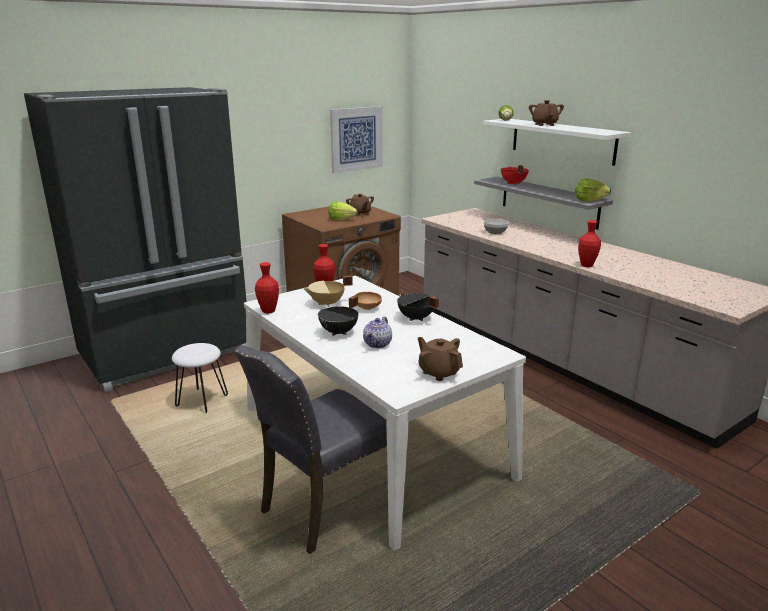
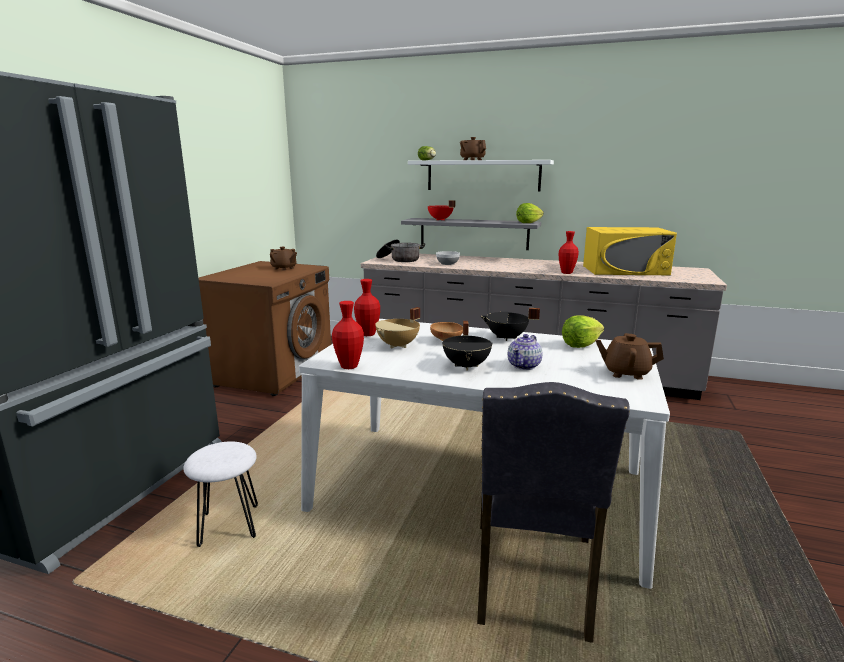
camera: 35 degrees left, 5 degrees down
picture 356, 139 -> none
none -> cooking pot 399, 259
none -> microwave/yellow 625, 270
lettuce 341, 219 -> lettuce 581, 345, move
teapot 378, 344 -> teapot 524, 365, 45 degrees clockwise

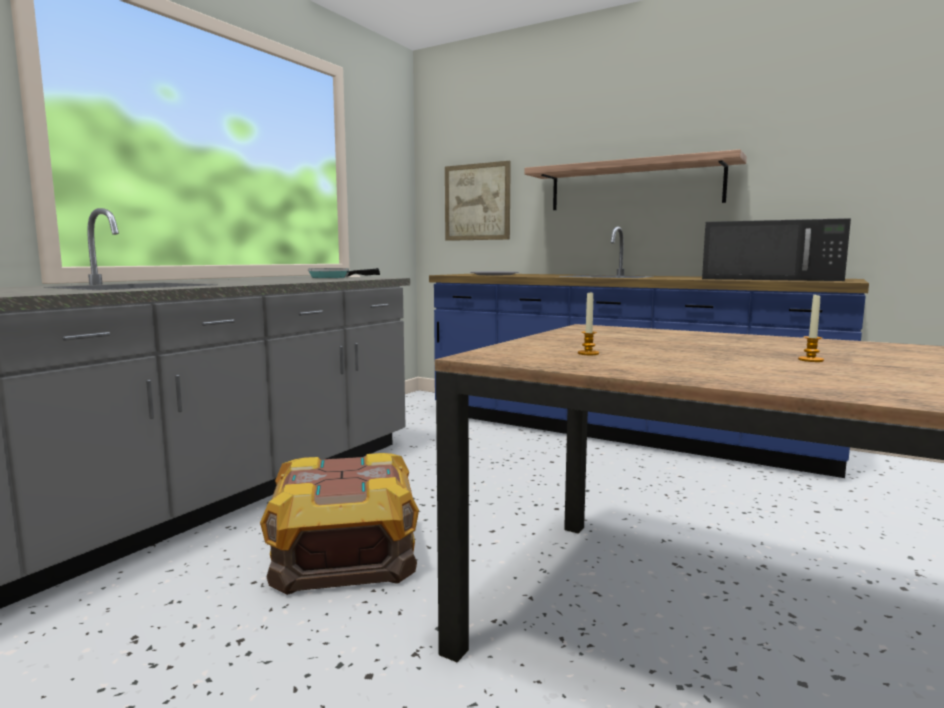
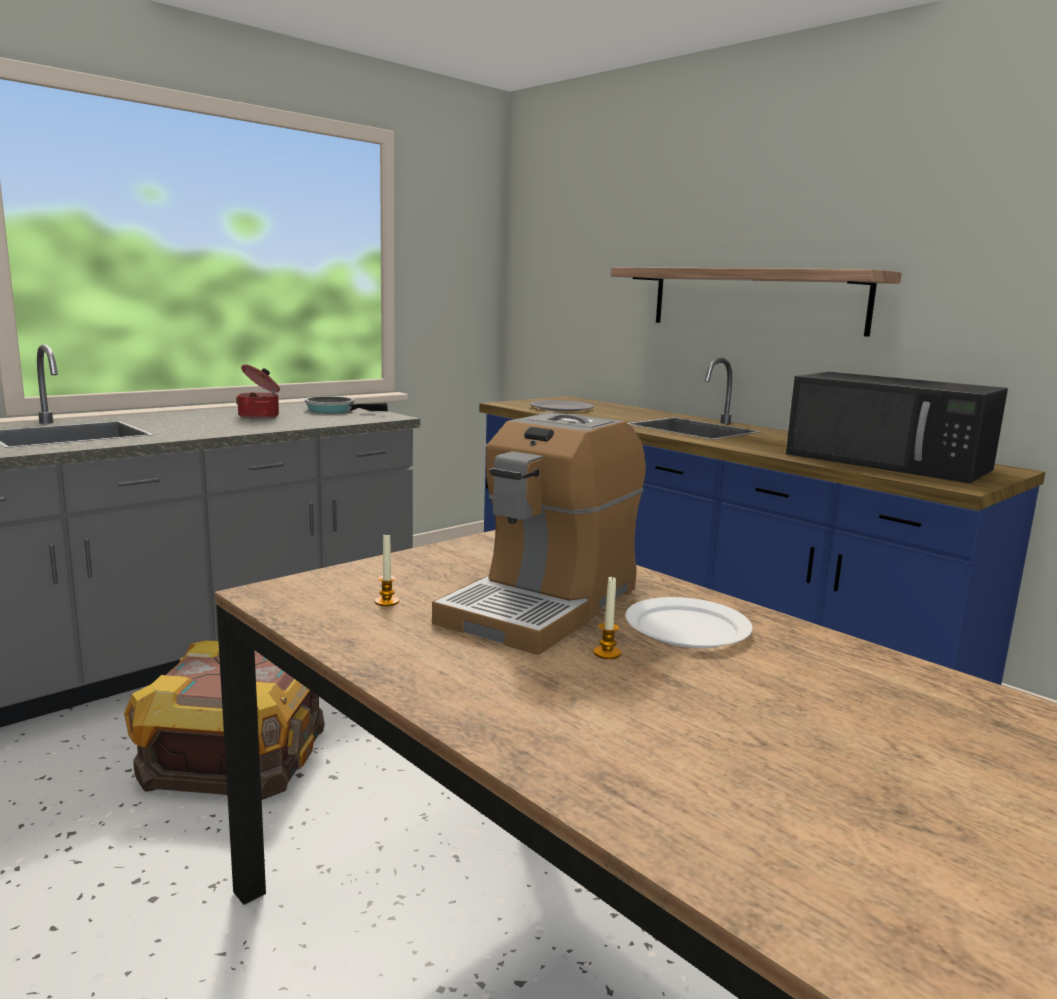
camera: 15 degrees right, 5 degrees up
picture 477, 202 -> none
none -> cooking pot 260, 416
none -> coffee machine 543, 604
none -> plate/white 687, 628

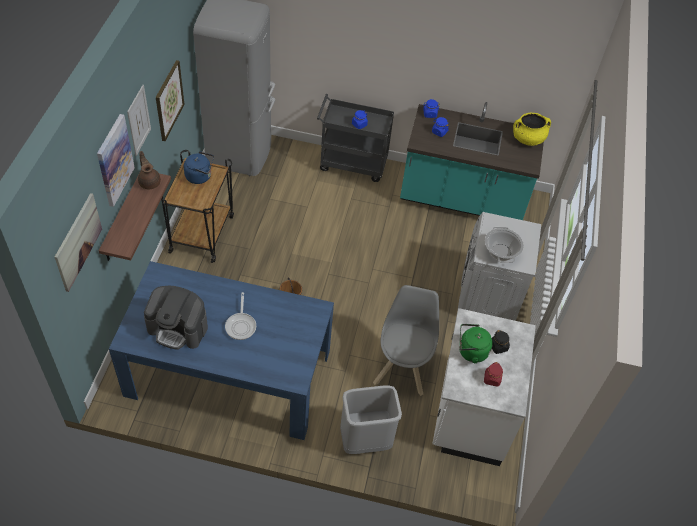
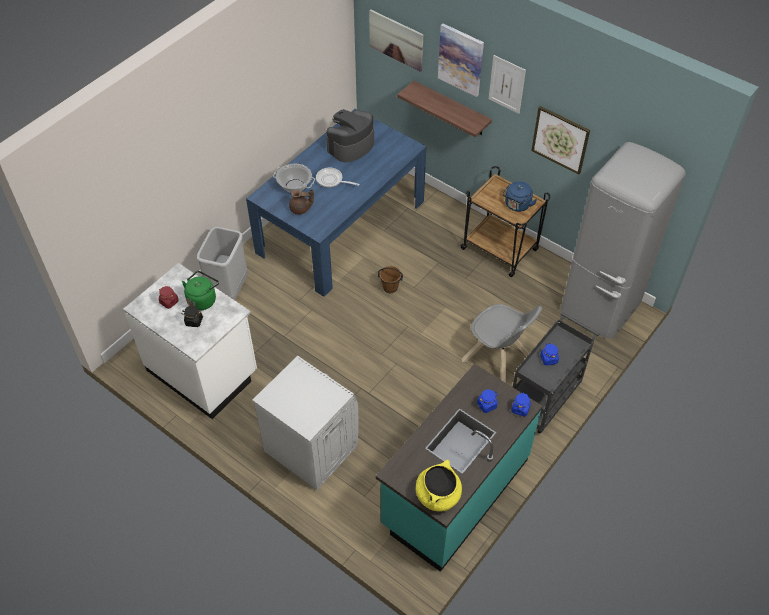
camera: 120 degrees right, 0 degrees up
teapot/brown 149, 182 -> teapot/brown 301, 209, move
chair/grey 403, 365 -> chair/grey 497, 359, move
cooking pot 501, 252 -> cooking pot 294, 186, move

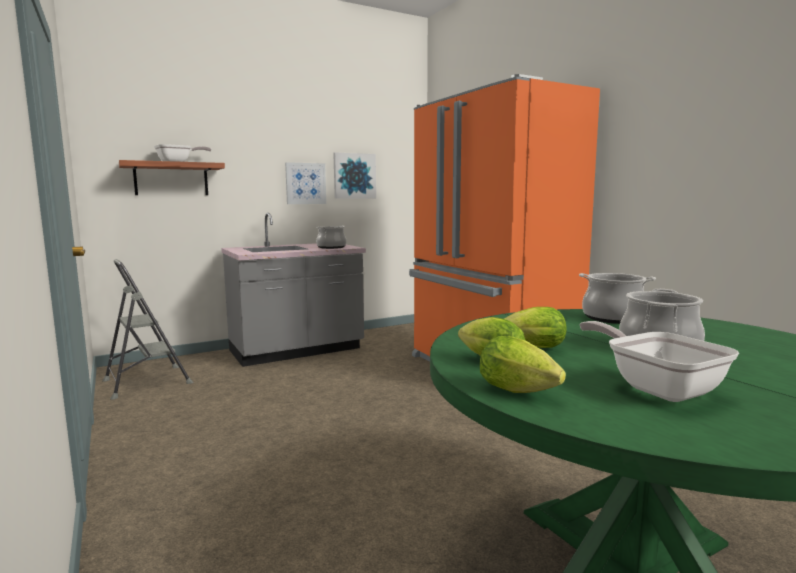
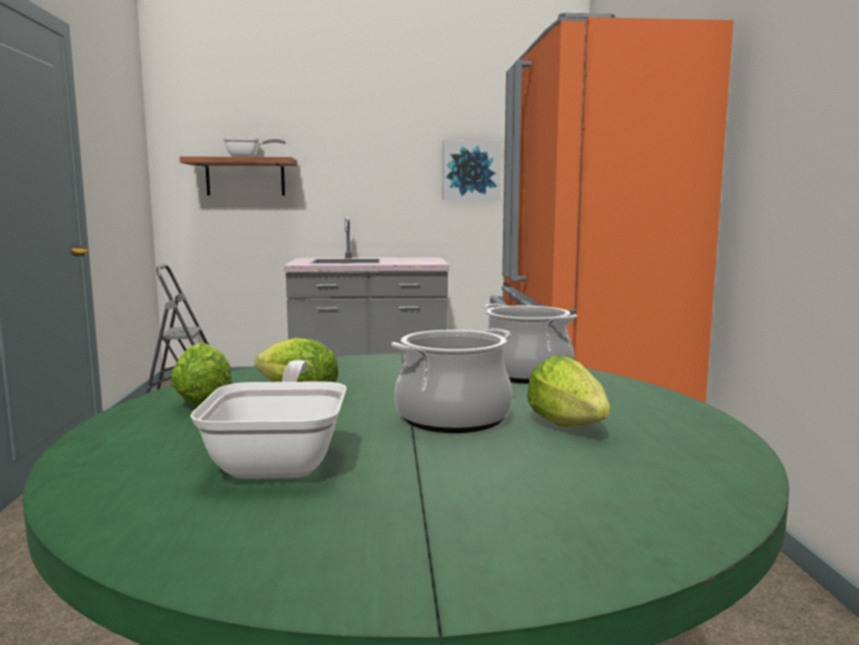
camera: 25 degrees right, 0 degrees up
picture 305, 183 -> none
cooking pot 331, 247 -> none
lettuce 521, 392 -> lettuce 570, 427, move

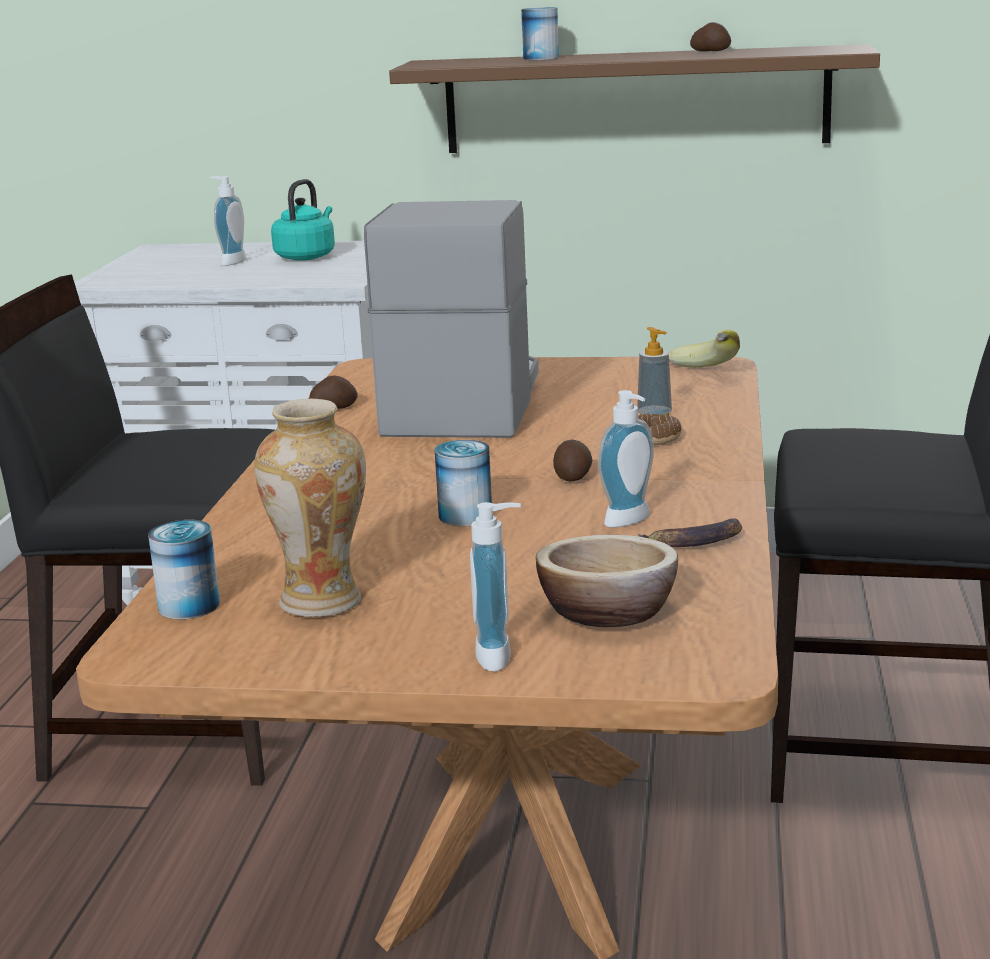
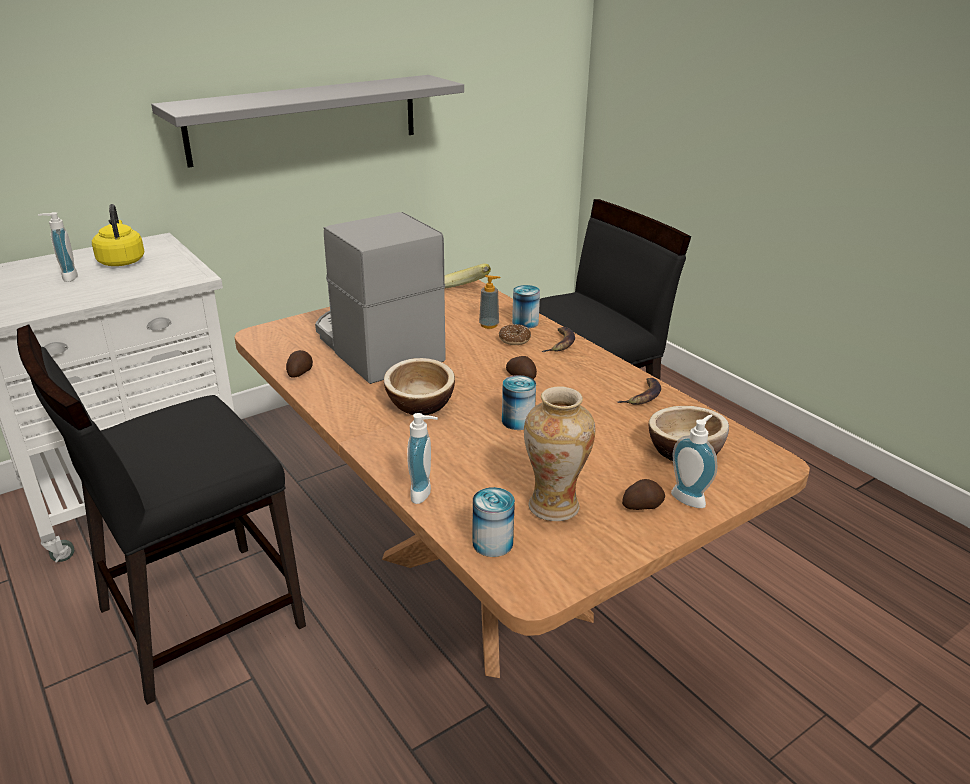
camera: 45 degrees left, 10 degrees up
none -> bowl 420, 404
none -> banana 560, 343
can 541, 58 -> can 525, 322, move
soap dispenser 631, 522 -> soap dispenser 425, 493, move
potato 711, 51 -> potato 641, 505, move
kettle/turquoise 307, 256 -> kettle/yellow 121, 261
shelf/brown 635, 100 -> shelf/grey 305, 119

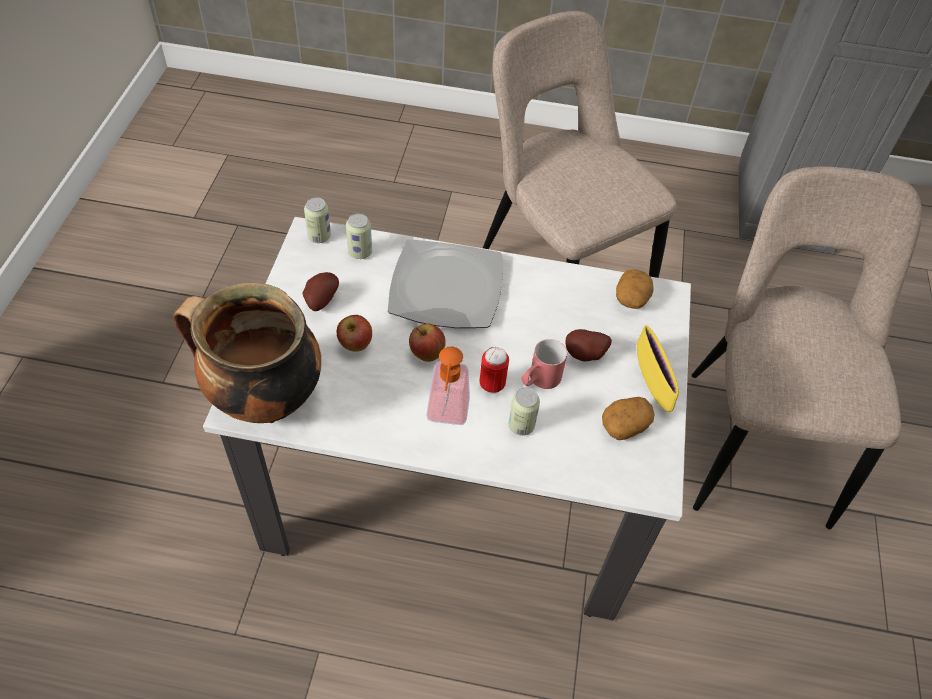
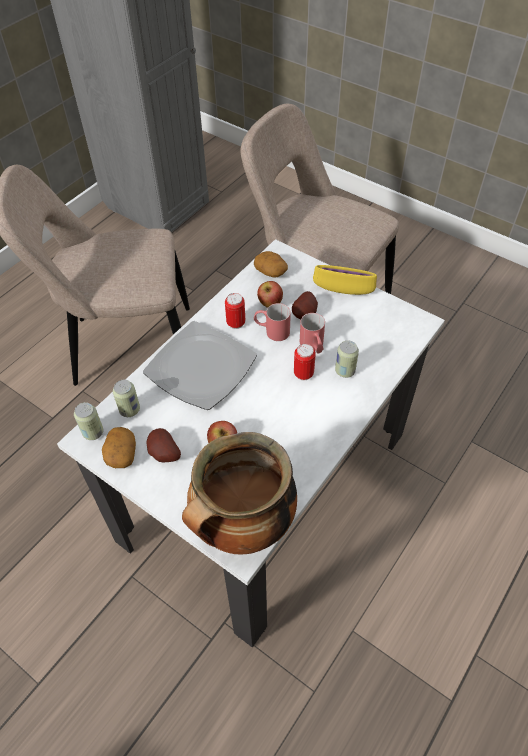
camera: 60 degrees left, 0 degrees up
soap dispenser 447, 416 -> none
none -> can 236, 323
none -> mug/red 271, 331
apple 426, 353 -> apple 270, 304, move
potato 625, 425 -> potato 121, 454, move

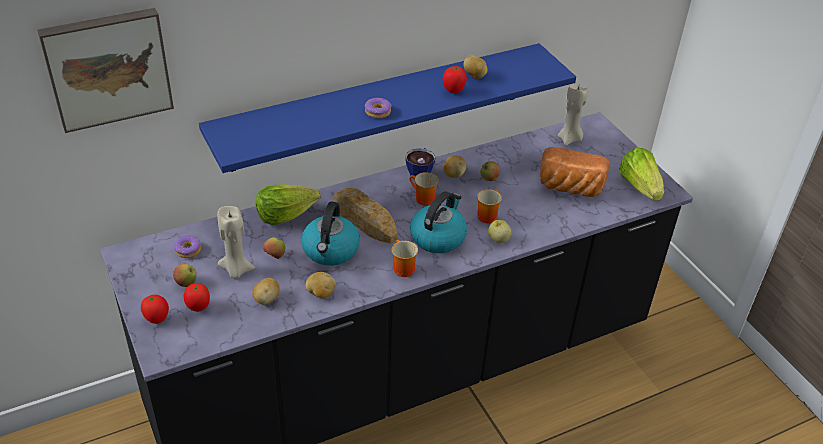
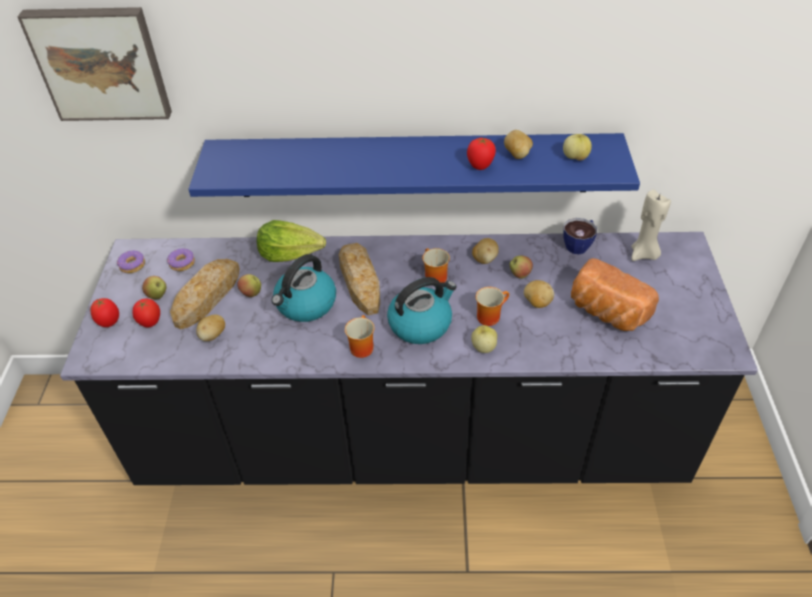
camera: 30 degrees right, 5 degrees up
lettuce 640, 187 -> none
none -> apple 575, 157
potato 320, 293 -> potato 537, 302, move
donut 378, 112 -> donut 132, 265, move
cup 420, 171 -> cup 579, 244, move
candle/beige 236, 270 -> bread 208, 296

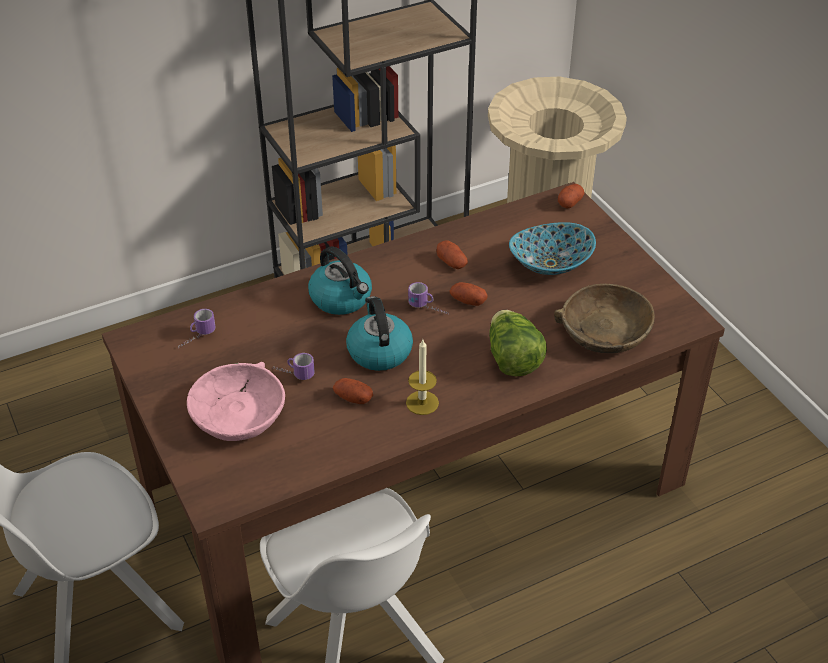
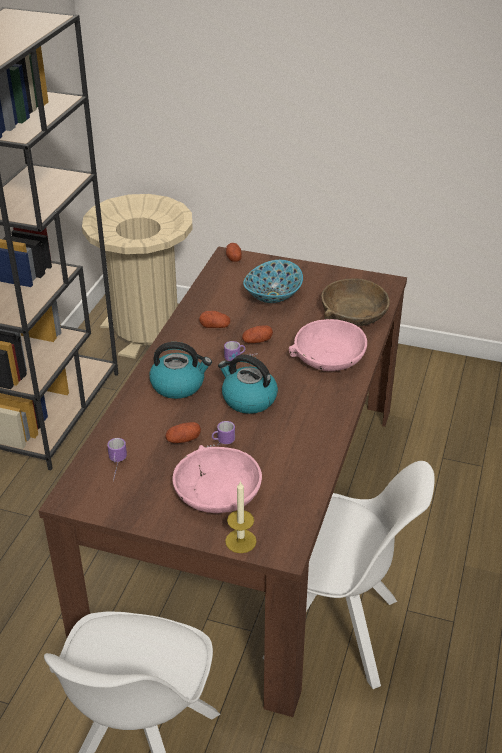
camera: 45 degrees left, 5 degrees down
potato 353, 398 -> potato 183, 439, move
candle 422, 403 -> candle 240, 541, move
lettuce 512, 359 -> bowl/pink 329, 356

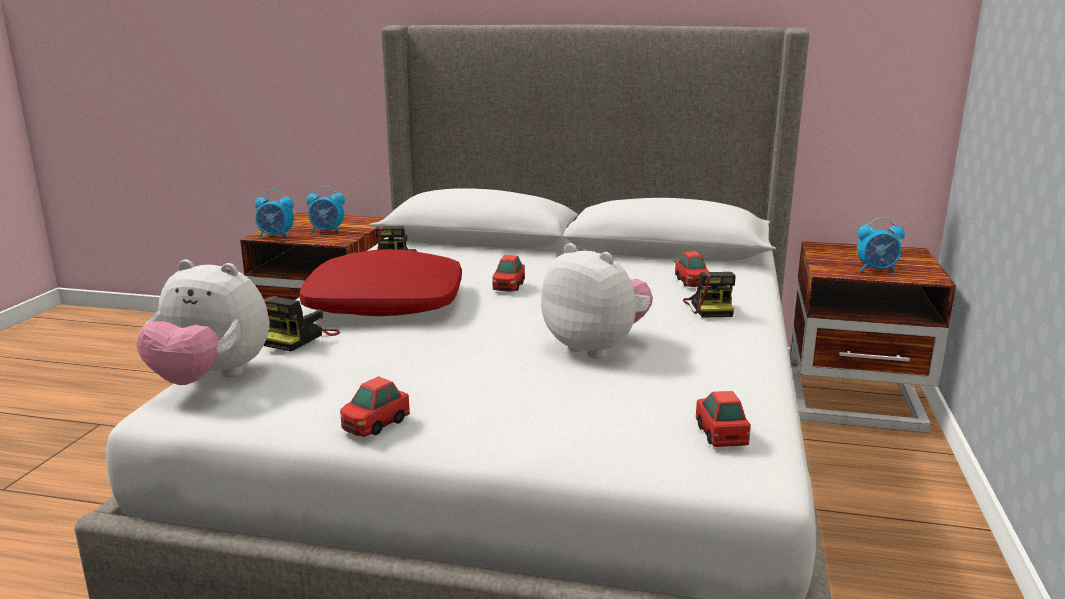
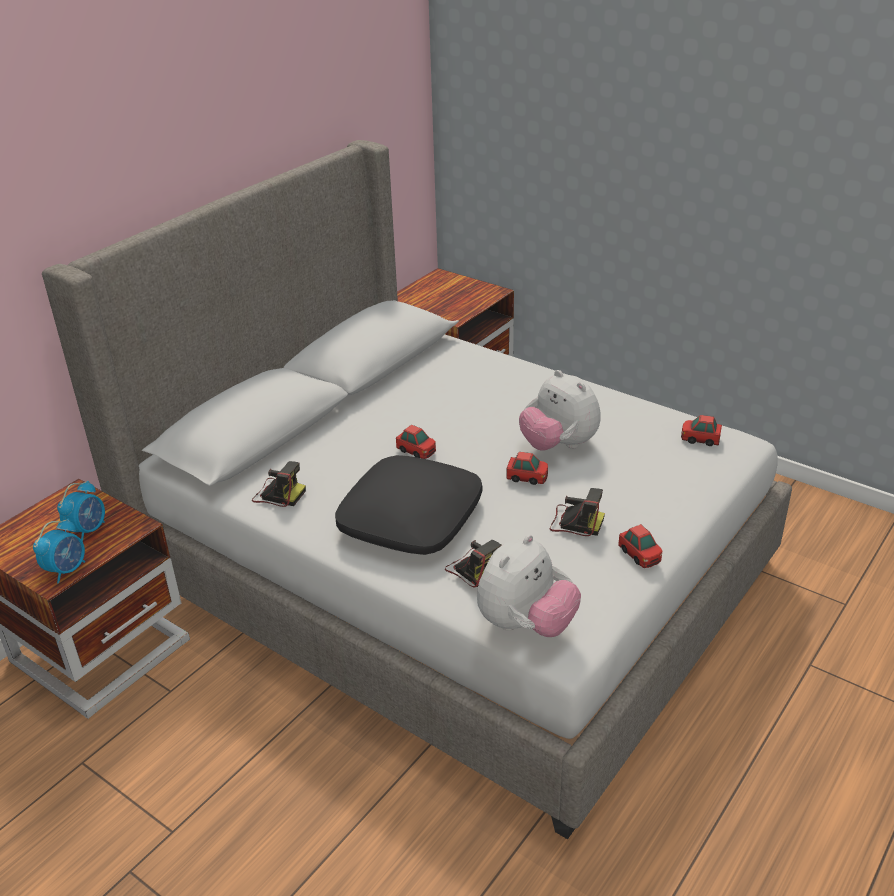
camera: 65 degrees left, 15 degrees up
alarm clock 877, 270 -> none
toy car 692, 282 -> toy car 527, 478, move
photo camera 710, 308 -> photo camera 575, 522, move
pillow/red 385, 304 -> pillow/black 411, 519
plush toy 596, 347 -> plush toy 558, 445, 105 degrees counterclockwise

